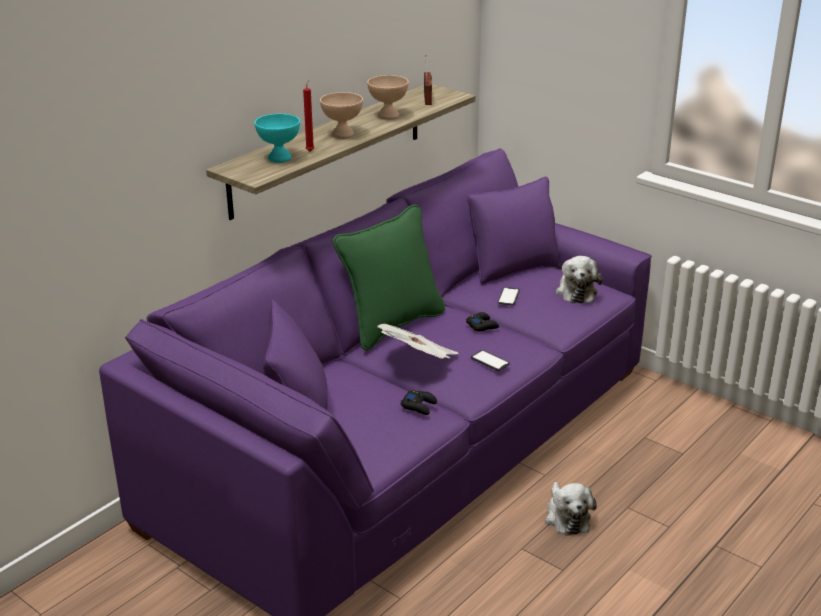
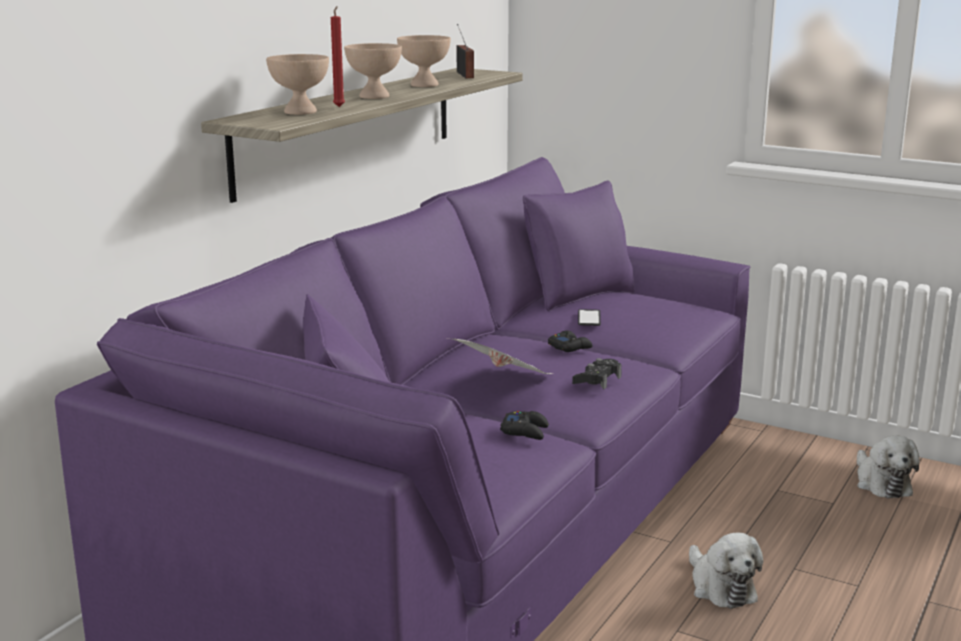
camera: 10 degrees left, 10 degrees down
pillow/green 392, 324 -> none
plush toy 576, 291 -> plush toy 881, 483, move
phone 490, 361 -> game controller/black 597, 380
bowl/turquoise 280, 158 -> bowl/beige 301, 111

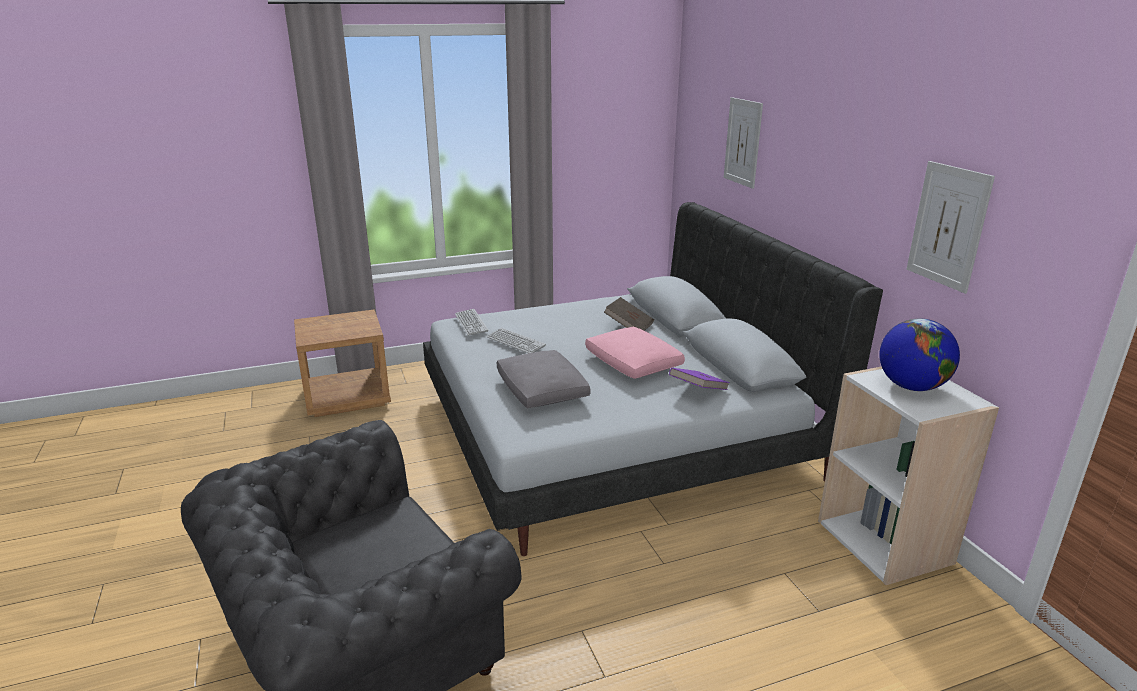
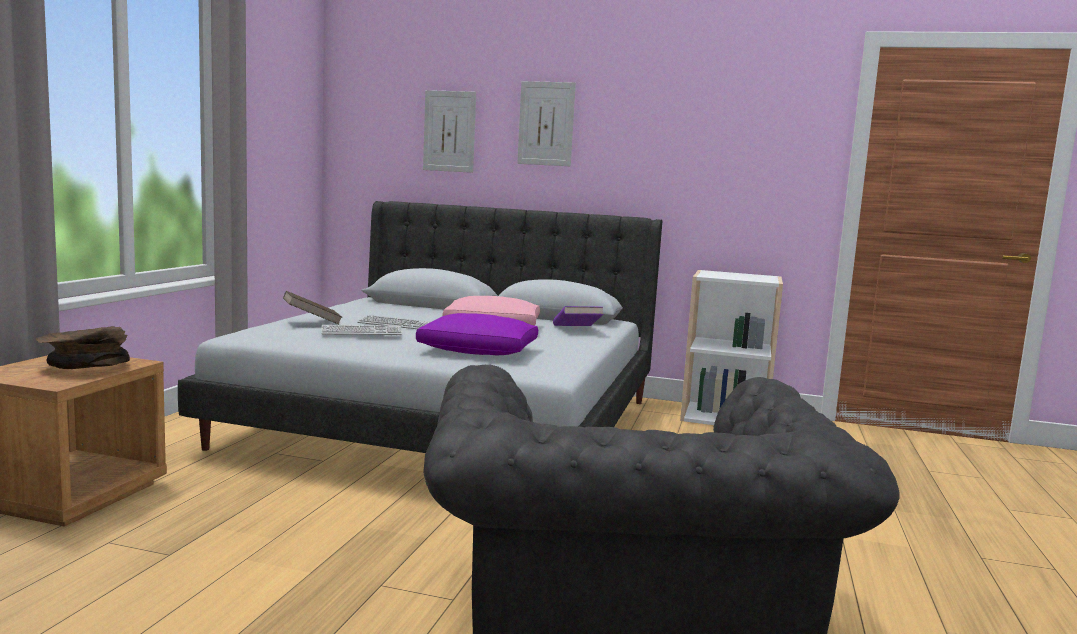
camera: 55 degrees left, 15 degrees down
globe 911, 386 -> none
none -> bowl/brown 85, 367
keyboard 471, 323 -> keyboard 395, 324, move
book/brown 629, 326 -> book/brown 312, 321, move
picture 948, 226 -> picture 546, 123, move
pillow/grey 541, 390 -> pillow/purple 476, 351

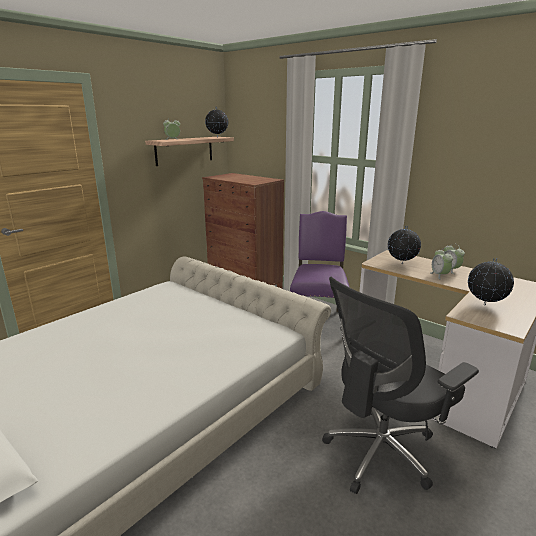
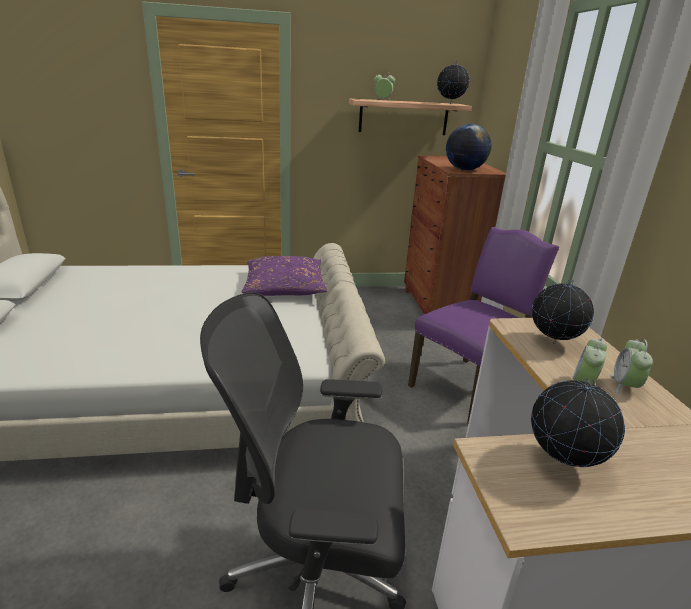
camera: 40 degrees right, 5 degrees up
none -> pillow/purple 284, 286
none -> globe 464, 170

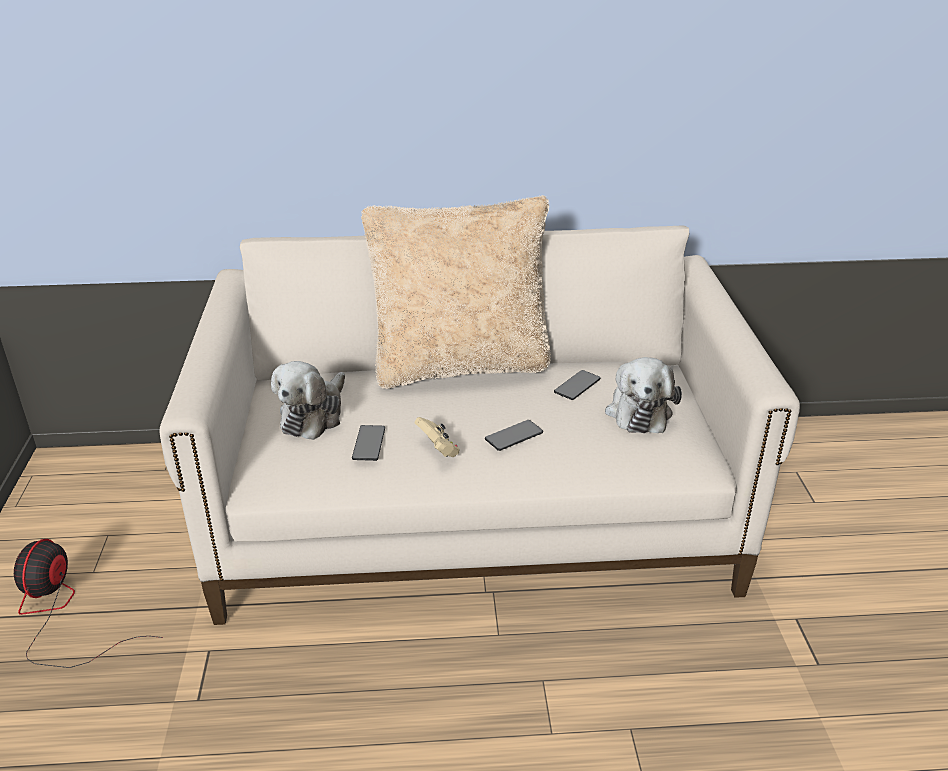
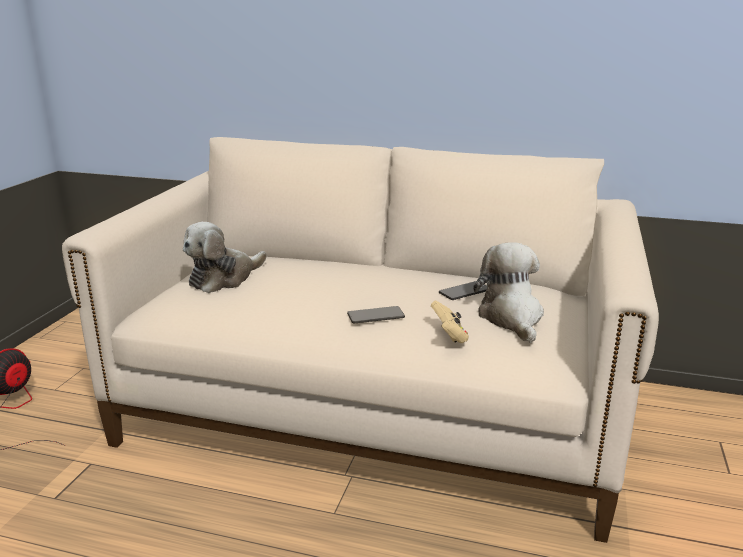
camera: 20 degrees right, 10 degrees down
phone 369, 444 -> none
pillow/beige 463, 369 -> none
game controller/beige 438, 450 -> game controller/beige 449, 336, move
plush toy 638, 411 -> plush toy 511, 318, 150 degrees clockwise

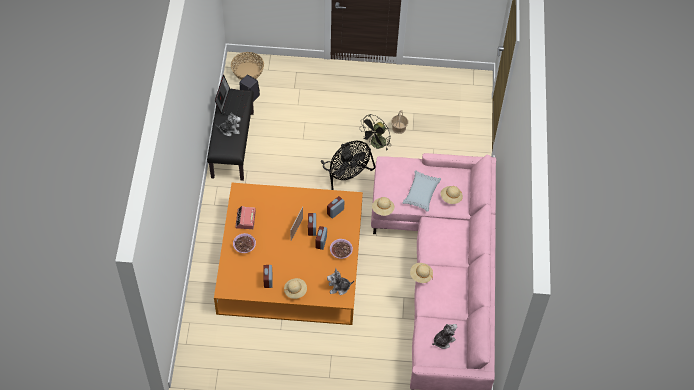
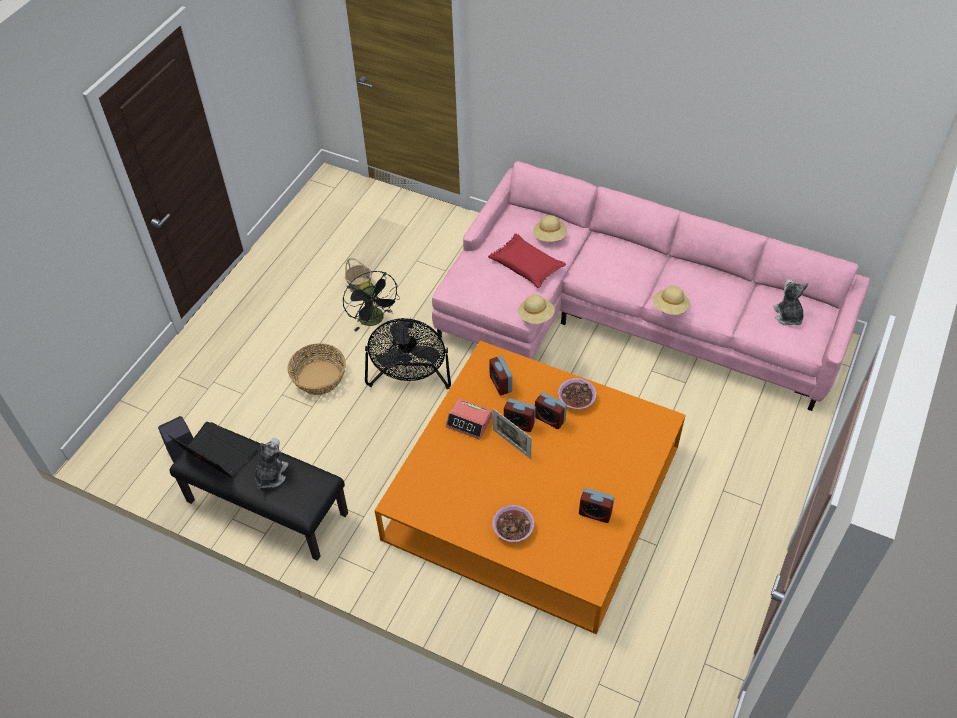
camera: 65 degrees left, 5 degrees down
hat/beige 295, 291 -> none
plush toy 339, 287 -> none
basket 248, 71 -> basket 319, 378, move
alarm clock 245, 220 -> alarm clock 469, 422, move
pillow/blue 421, 192 -> pillow/red 526, 264
fan/black 345, 174 -> fan/black 407, 374, 105 degrees clockwise

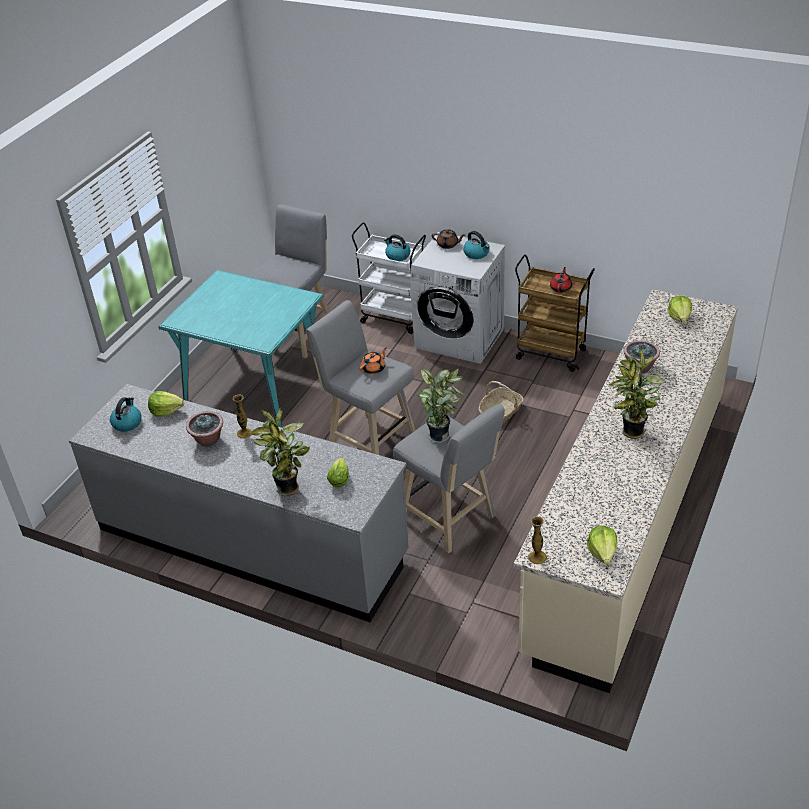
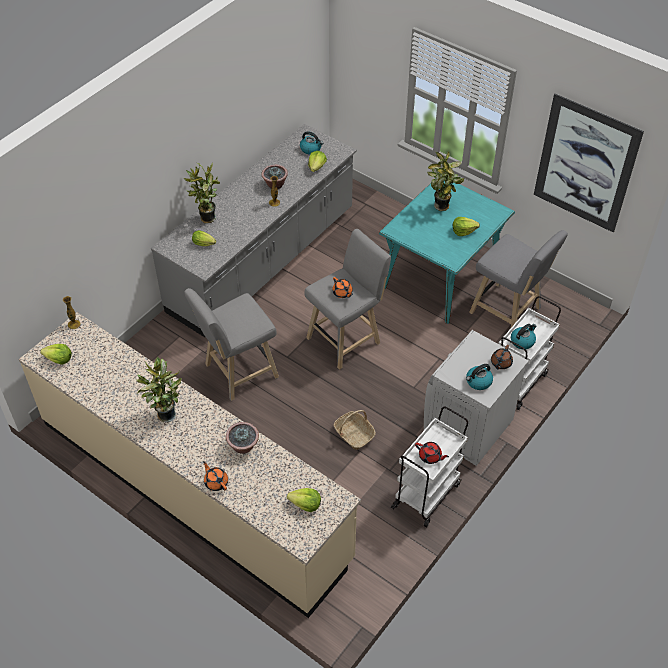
camera: 100 degrees right, 10 degrees up
none -> teapot/orange 216, 482
none -> lettuce 463, 231
none -> picture 585, 164
potted plant 441, 435 -> potted plant 442, 207, move
cart/brown 551, 354 -> cart/white 426, 496

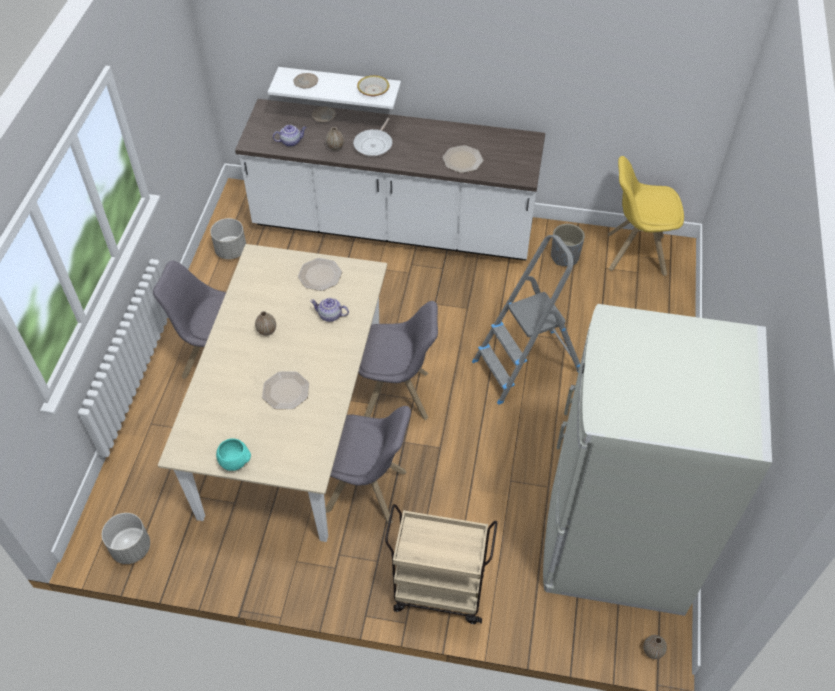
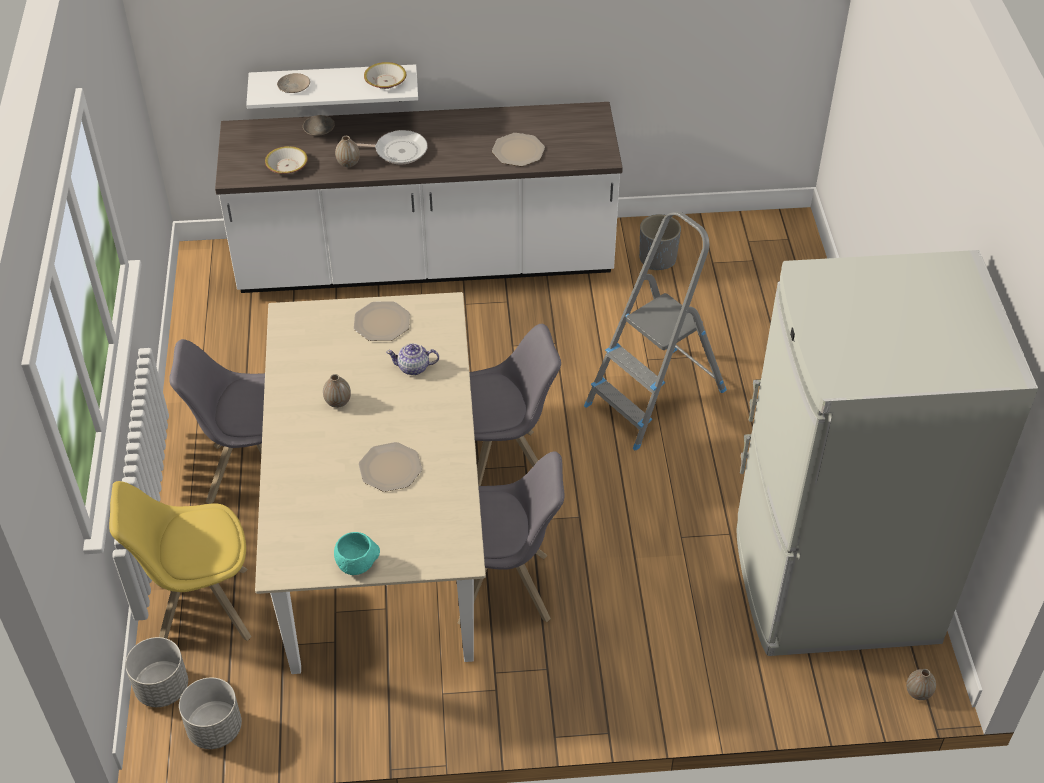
camera: 15 degrees left, 5 degrees down
cart/beige 437, 592 -> none
planter/grey 231, 251 -> planter/grey 162, 688, move
chair/yellow 635, 253 -> chair/yellow 201, 609, move
teapot 291, 141 -> bowl 287, 166
frying pan 374, 144 -> frying pan 398, 151, 90 degrees counterclockwise

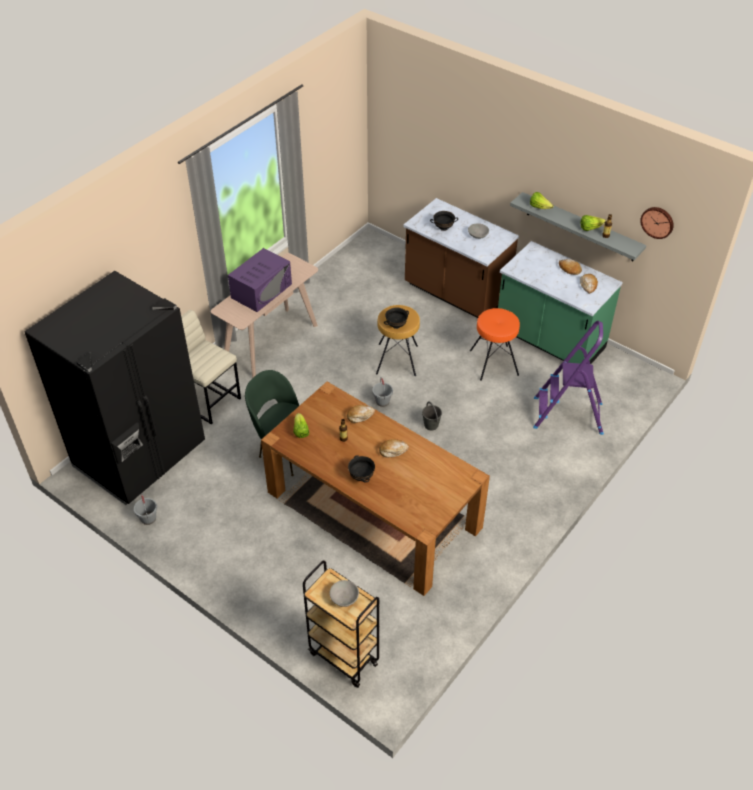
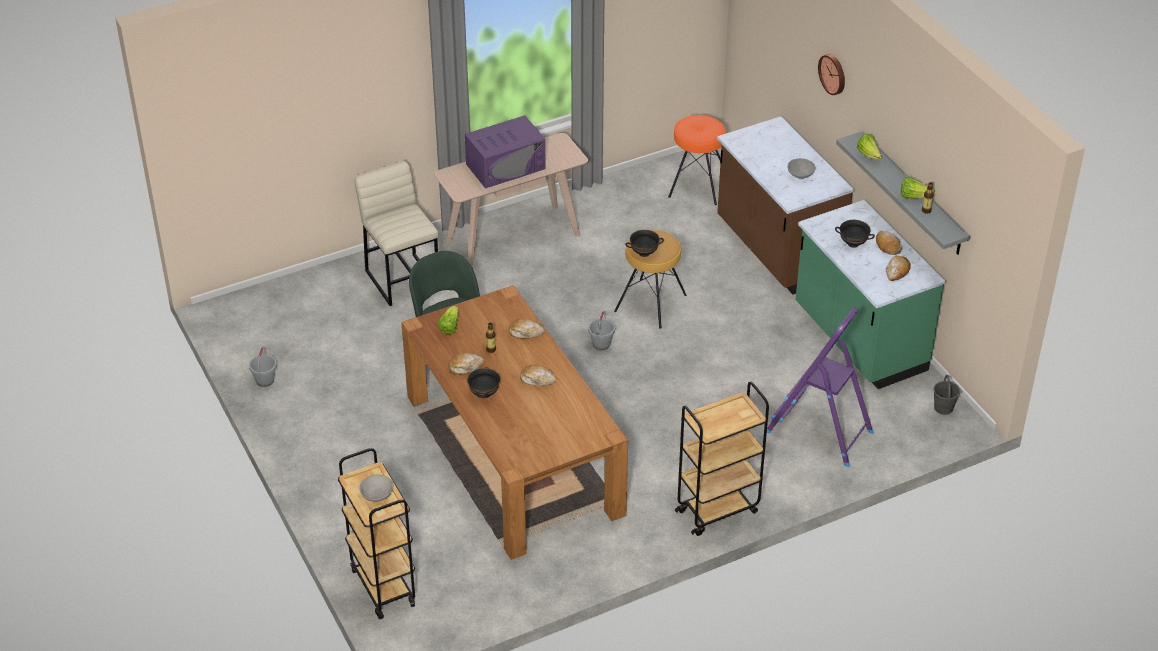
camera: 25 degrees right, 5 degrees down
fridge/black 140, 455 -> none
none -> bread 465, 366
none -> cart/brown 717, 513
bucket/grey 431, 425 -> bucket/grey 943, 408, move
bowl/black 443, 228 -> bowl/black 853, 244, move
stool/orange 493, 362 -> stool/orange 697, 185, move
wall clock 657, 222 -> wall clock 833, 74, move

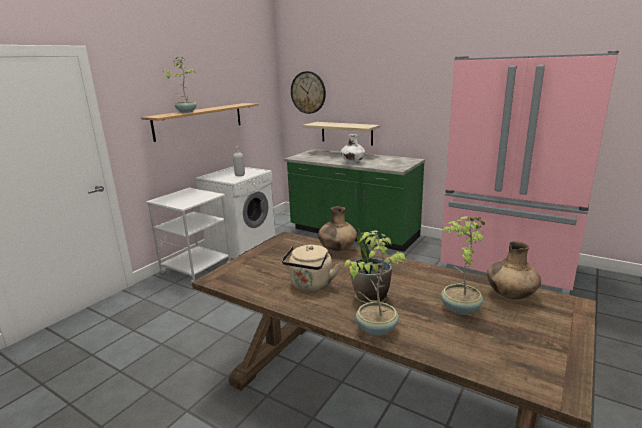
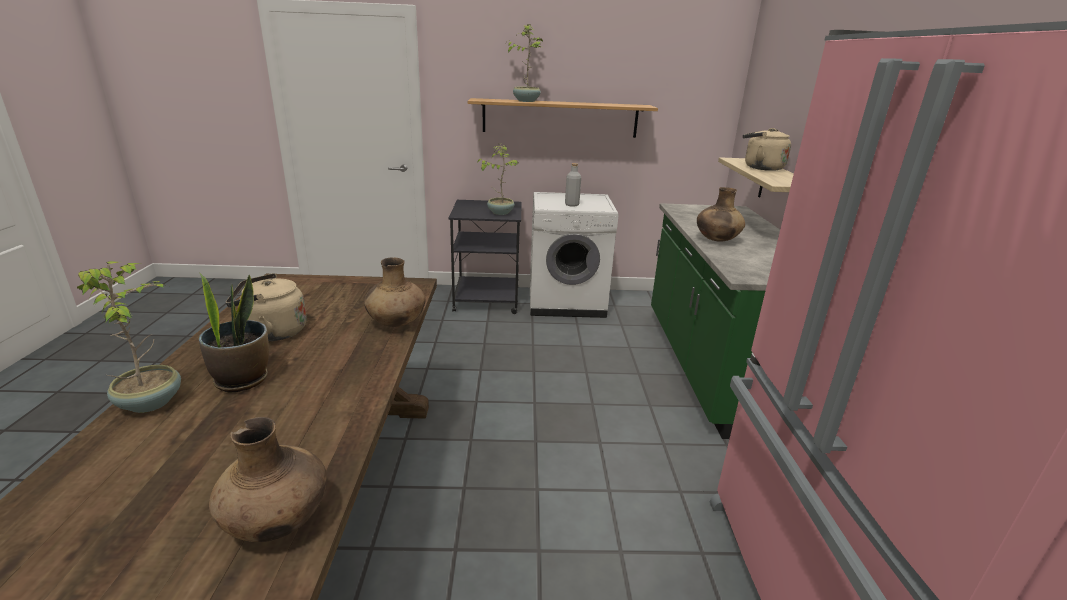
camera: 55 degrees right, 5 degrees up
wall clock 308, 92 -> none
none -> kettle/beige 760, 168
potted plant 459, 309 -> potted plant 500, 212, move
cart/white 197, 268 -> cart/black 488, 299
vase/white 352, 162 -> vase/brown 716, 240

